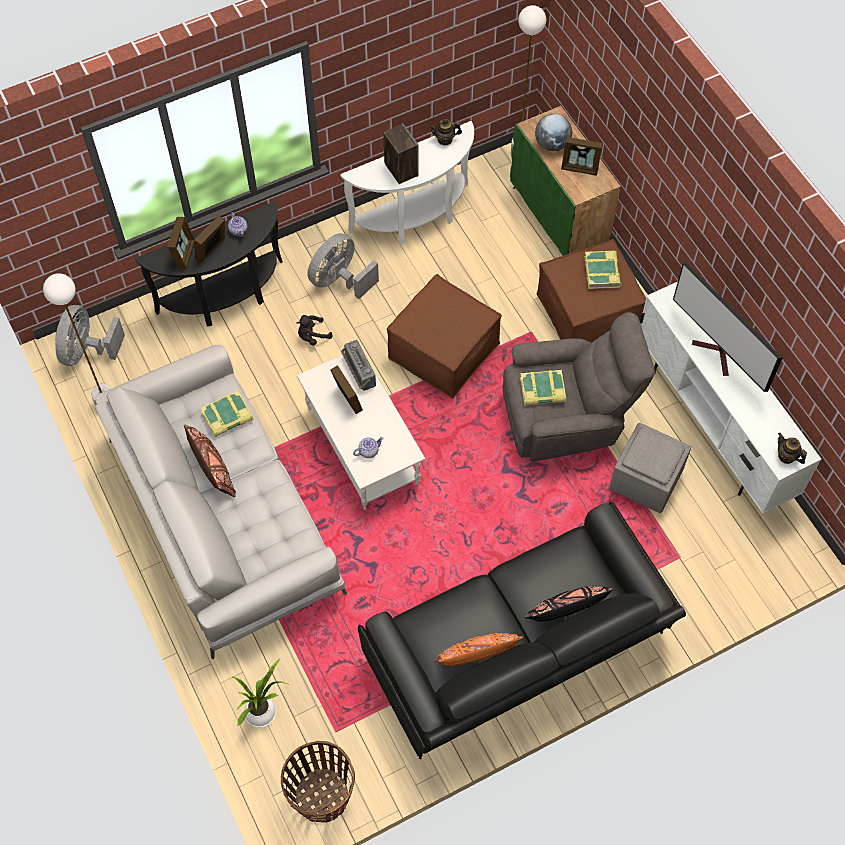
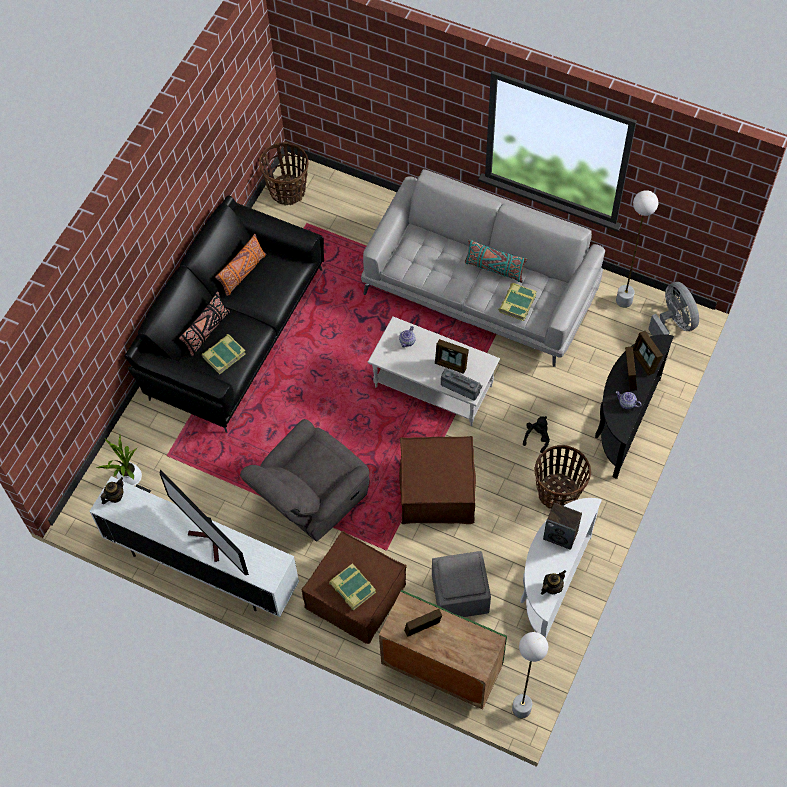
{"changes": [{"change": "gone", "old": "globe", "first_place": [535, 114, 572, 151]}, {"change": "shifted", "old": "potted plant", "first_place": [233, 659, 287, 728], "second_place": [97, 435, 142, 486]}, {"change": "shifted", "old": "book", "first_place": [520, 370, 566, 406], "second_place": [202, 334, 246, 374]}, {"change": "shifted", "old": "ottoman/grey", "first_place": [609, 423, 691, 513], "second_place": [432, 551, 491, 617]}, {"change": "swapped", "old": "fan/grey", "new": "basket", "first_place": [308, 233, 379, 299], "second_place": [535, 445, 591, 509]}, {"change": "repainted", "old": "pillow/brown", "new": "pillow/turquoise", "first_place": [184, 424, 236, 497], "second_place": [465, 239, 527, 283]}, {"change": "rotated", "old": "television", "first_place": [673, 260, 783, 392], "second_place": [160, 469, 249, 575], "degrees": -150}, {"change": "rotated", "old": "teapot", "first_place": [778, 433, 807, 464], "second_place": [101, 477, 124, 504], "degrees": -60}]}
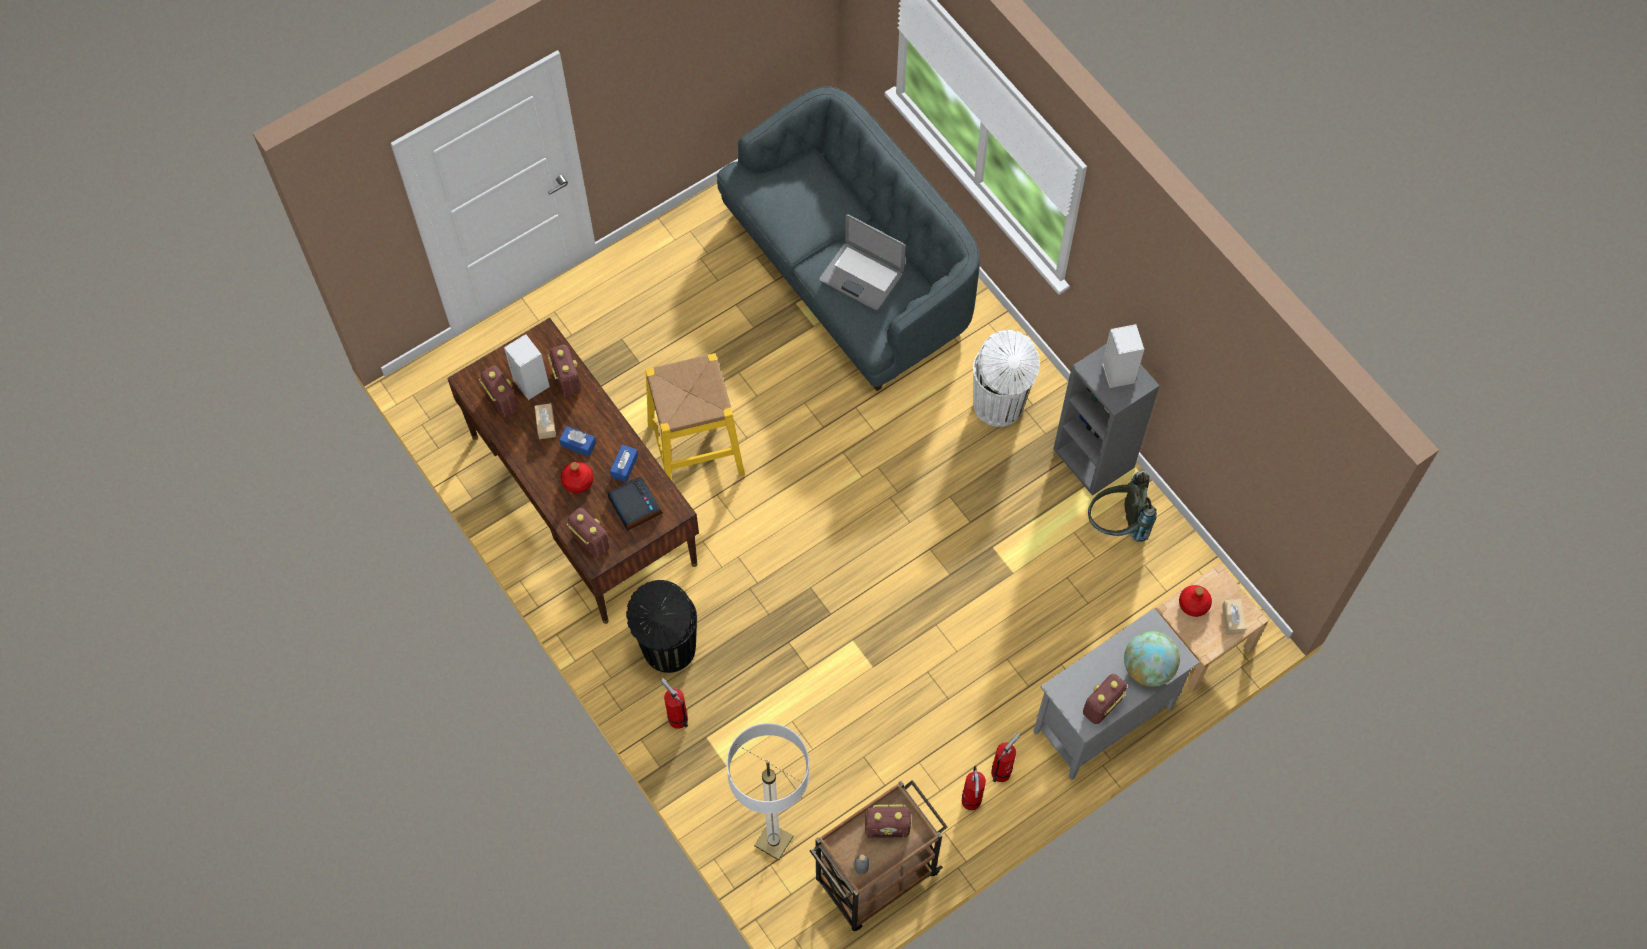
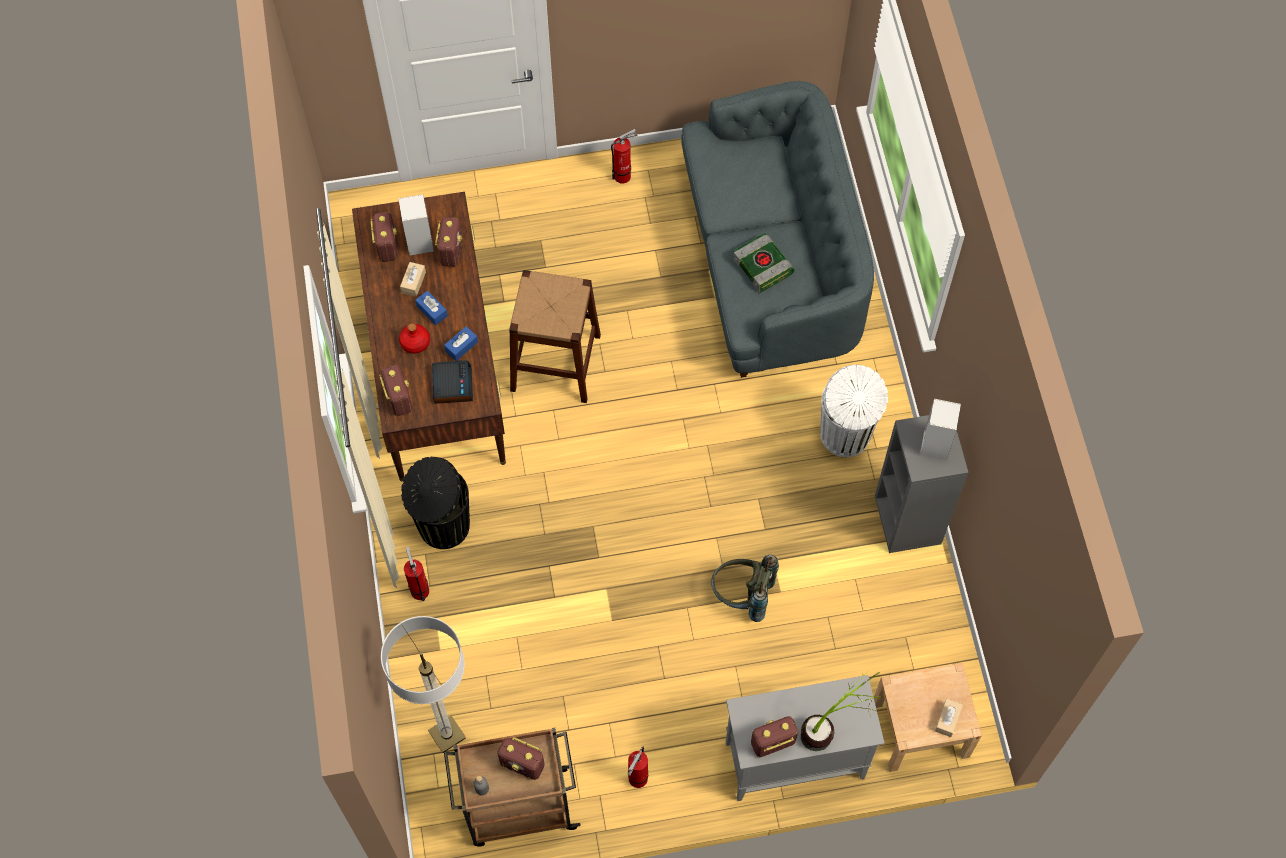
{"changes": [{"change": "gone", "old": "bottle/red", "first_place": [1179, 585, 1212, 617]}, {"change": "shifted", "old": "fire extinguisher", "first_place": [991, 733, 1020, 782], "second_place": [611, 129, 637, 184]}, {"change": "shifted", "old": "backpack/grey", "first_place": [1088, 471, 1157, 542], "second_place": [711, 555, 779, 622]}, {"change": "swapped", "old": "laptop", "new": "book", "first_place": [820, 214, 906, 310], "second_place": [733, 233, 795, 293]}, {"change": "swapped", "old": "globe", "new": "potted plant", "first_place": [1124, 631, 1180, 687], "second_place": [801, 671, 886, 751]}, {"change": "repainted", "old": "stool/yellow", "new": "stool/brown", "first_place": [645, 353, 745, 480], "second_place": [509, 270, 601, 403]}]}
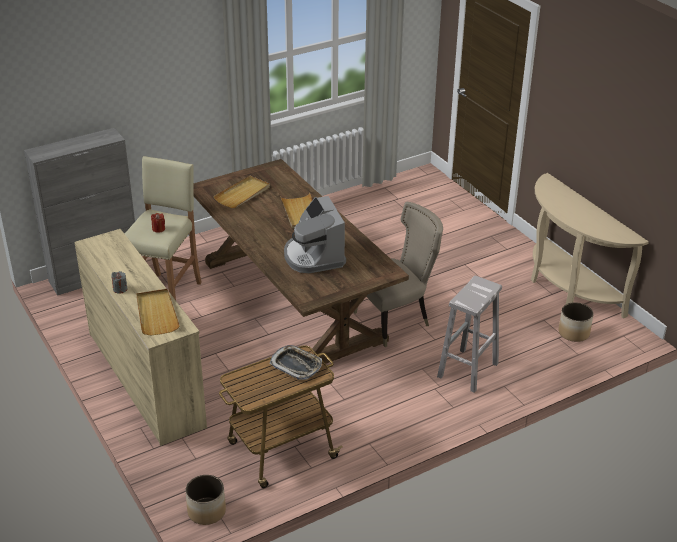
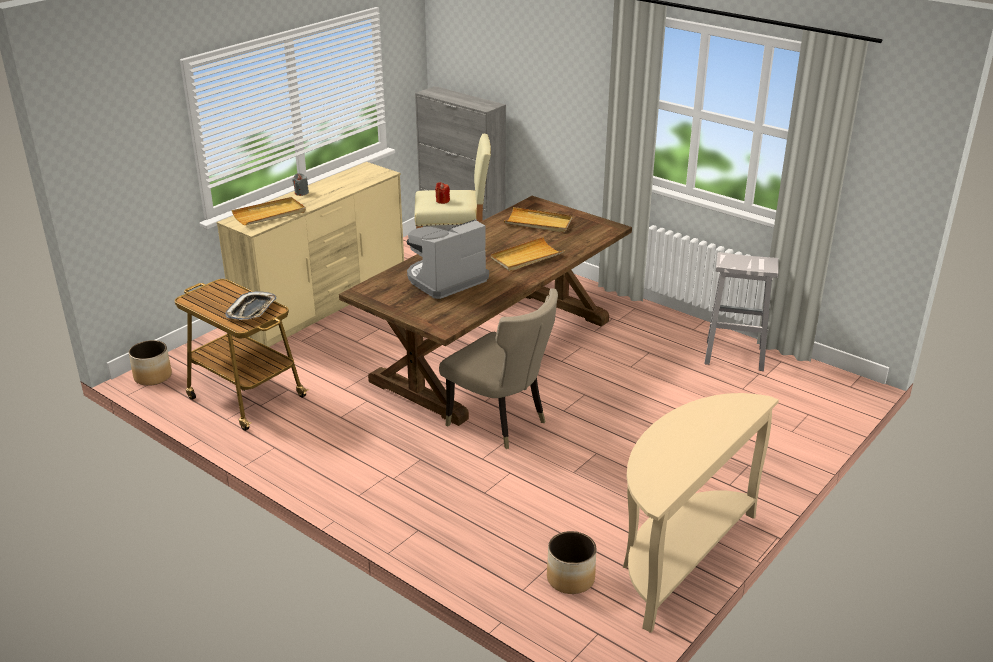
{"changes": [{"change": "shifted", "old": "stool/white", "first_place": [437, 276, 502, 393], "second_place": [704, 252, 778, 371]}]}
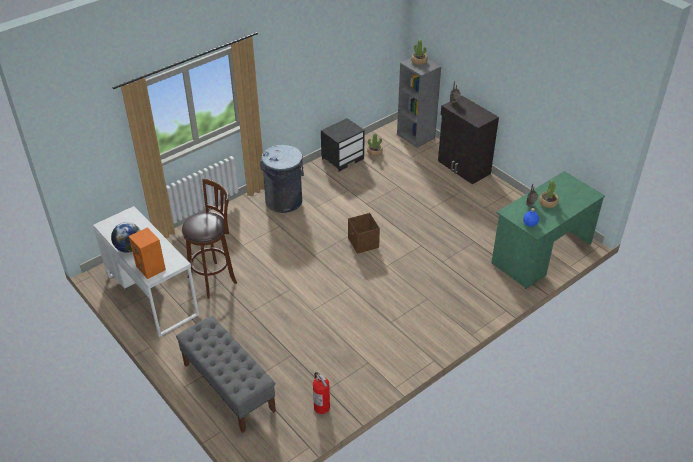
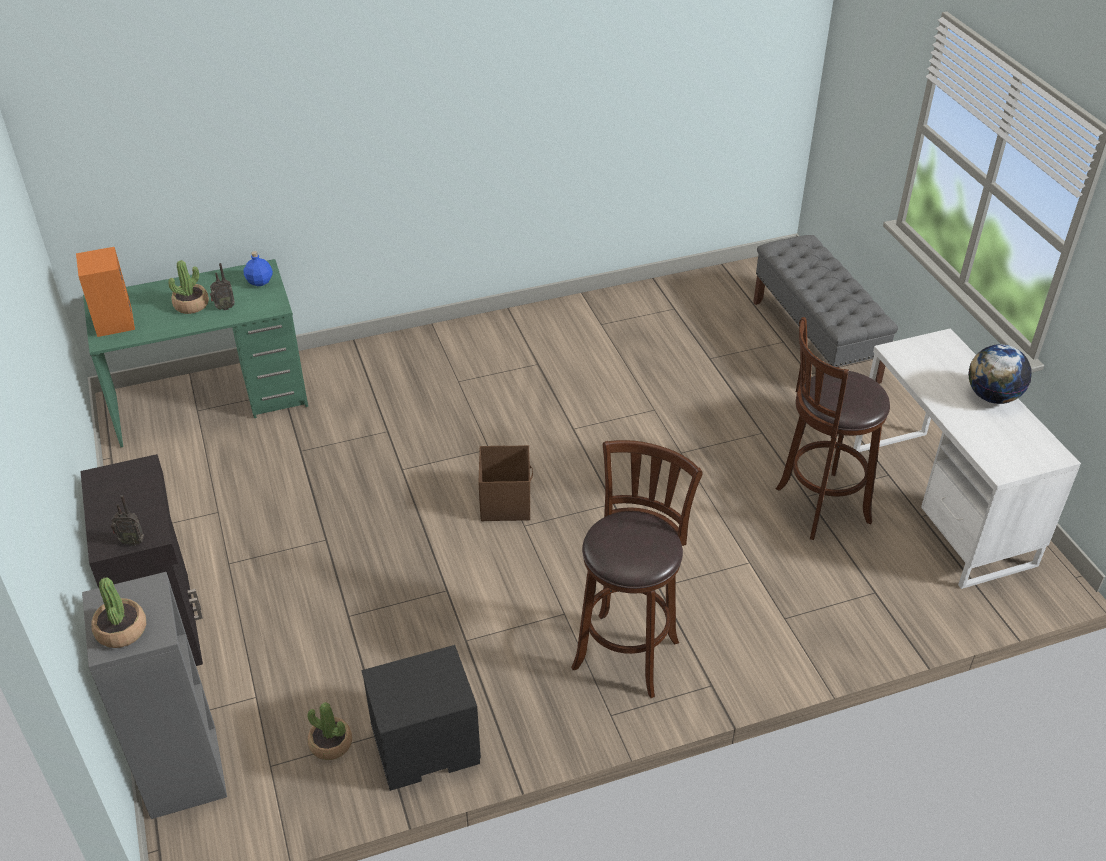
{"changes": [{"change": "gone", "old": "fire extinguisher", "first_place": [313, 372, 330, 414]}, {"change": "shifted", "old": "speaker/orange", "first_place": [129, 227, 166, 279], "second_place": [76, 247, 135, 337]}, {"change": "swapped", "old": "trash can/grey", "new": "stool/brown", "first_place": [260, 145, 304, 213], "second_place": [571, 440, 703, 698]}]}
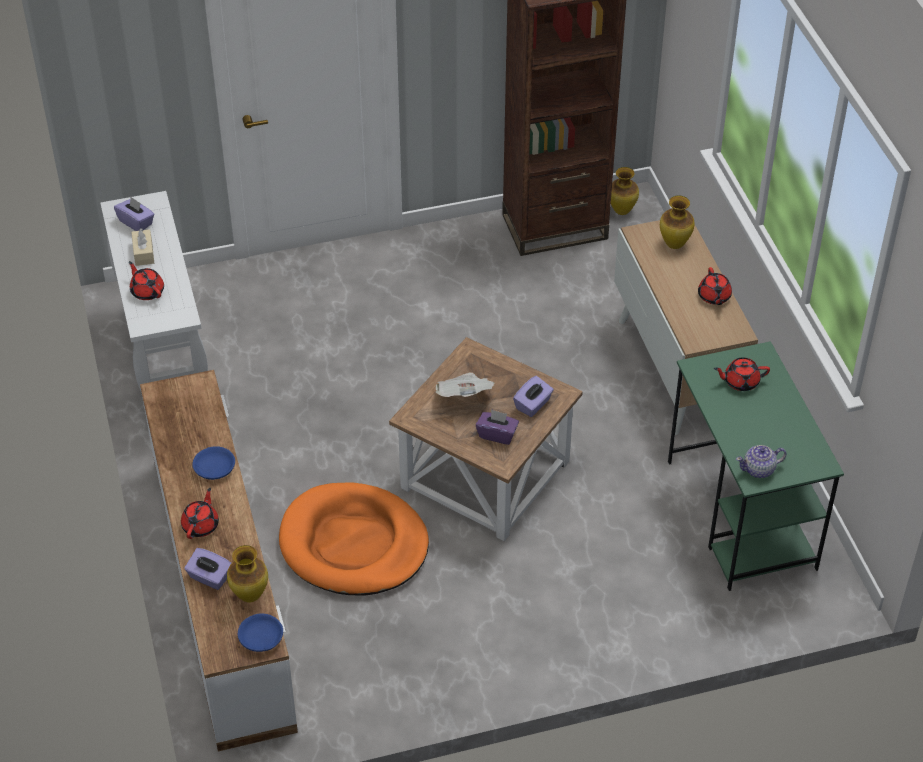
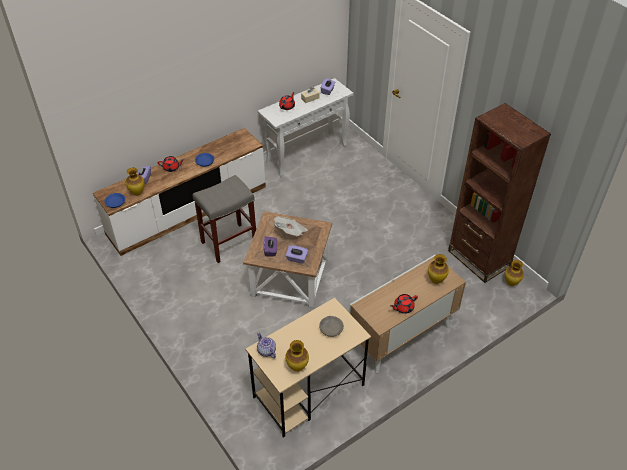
{"changes": [{"change": "new", "new": "vase", "second_place": [285, 340, 309, 372]}, {"change": "swapped", "old": "dog bed/orange", "new": "stool/grey", "first_place": [279, 482, 429, 596], "second_place": [193, 175, 256, 263]}, {"change": "swapped", "old": "teapot/red", "new": "bowl/grey", "first_place": [714, 358, 770, 391], "second_place": [319, 316, 344, 337]}, {"change": "repainted", "old": "desk/green", "new": "desk/beige", "first_place": [668, 341, 844, 591], "second_place": [245, 298, 371, 438]}]}
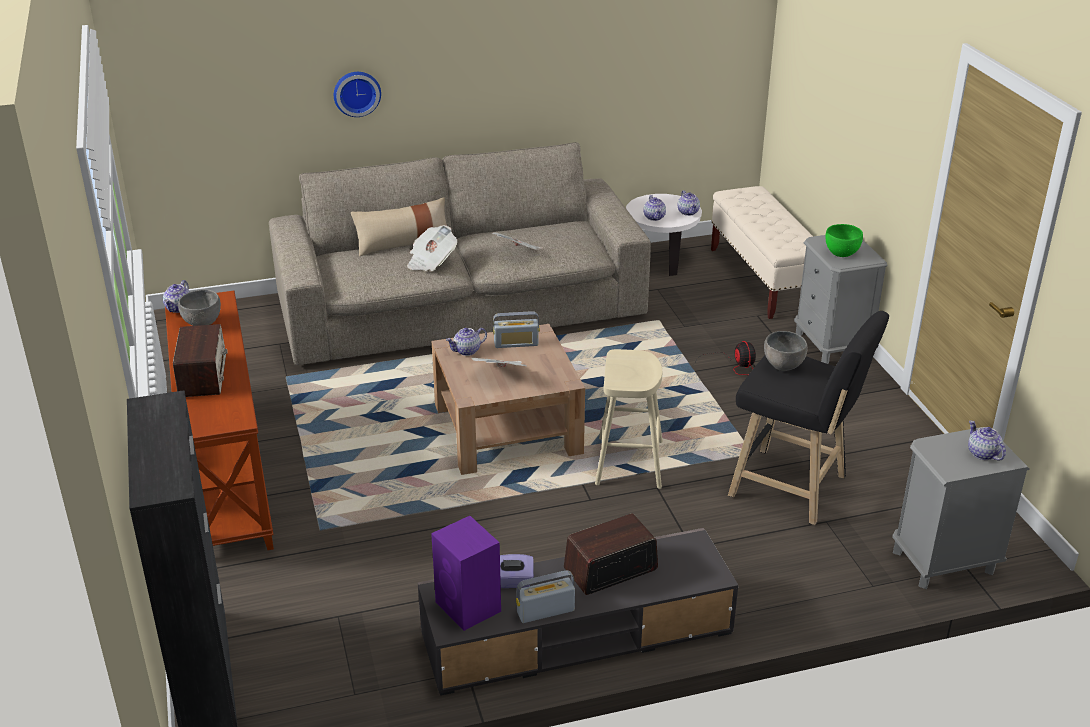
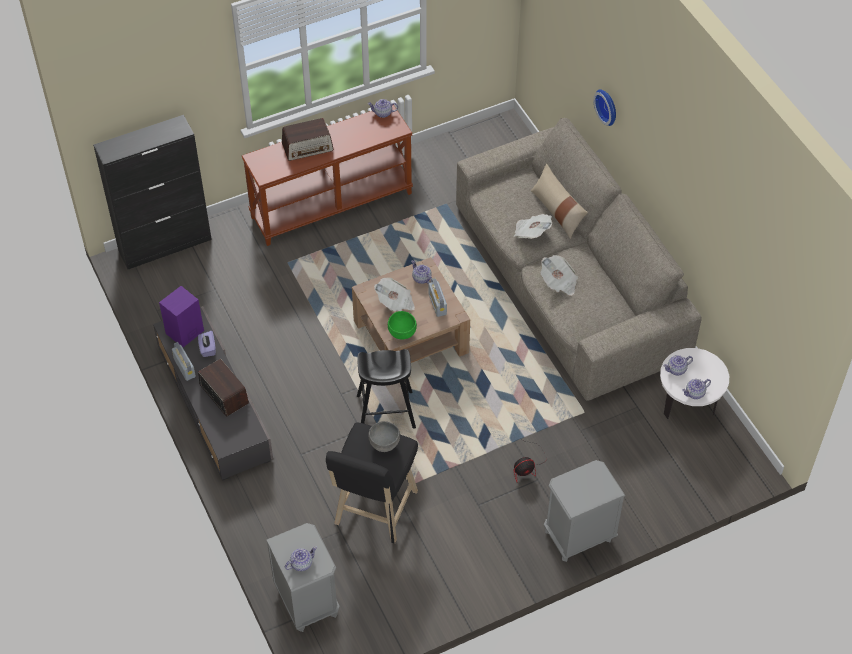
{"changes": [{"change": "gone", "old": "bowl/grey", "first_place": [178, 289, 221, 326]}, {"change": "gone", "old": "bench/beige", "first_place": [711, 186, 813, 319]}, {"change": "shifted", "old": "bowl/green", "first_place": [825, 224, 863, 257], "second_place": [388, 311, 417, 339]}, {"change": "repainted", "old": "stool/beige", "new": "stool/black", "first_place": [595, 349, 663, 489], "second_place": [357, 349, 416, 429]}]}
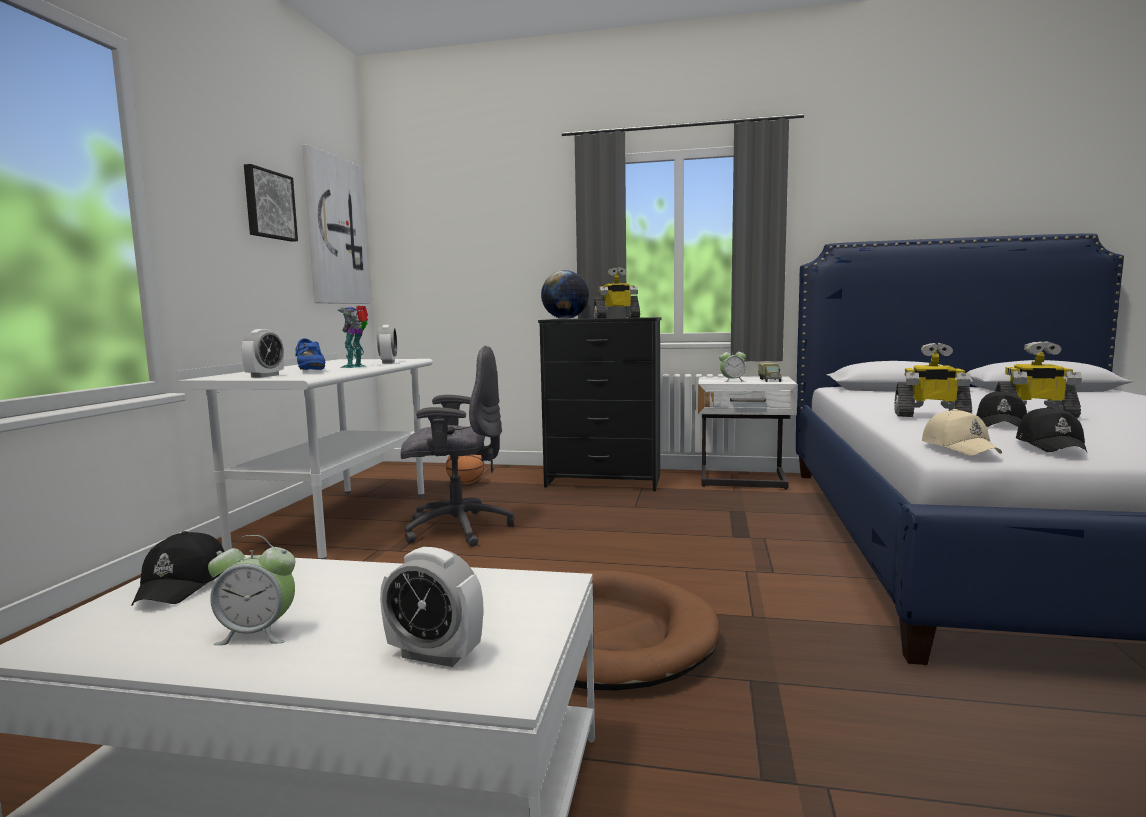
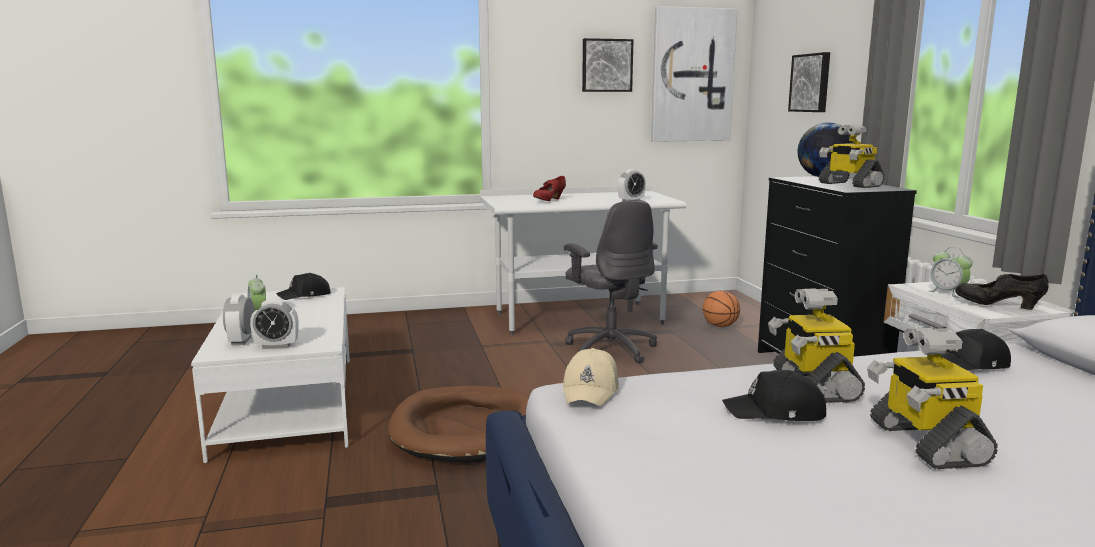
{"changes": [{"change": "gone", "old": "toy robot", "first_place": [337, 306, 368, 368]}, {"change": "new", "new": "picture", "second_place": [788, 52, 830, 112]}, {"change": "shifted", "old": "alarm clock", "first_place": [241, 329, 284, 378], "second_place": [250, 299, 299, 349]}, {"change": "shifted", "old": "cap/black", "first_place": [1016, 406, 1087, 452], "second_place": [941, 329, 1011, 370]}, {"change": "swapped", "old": "toy truck", "new": "shoe/black", "first_place": [758, 362, 782, 382], "second_place": [955, 274, 1049, 310]}, {"change": "repainted", "old": "shoe/blue", "new": "shoe/red", "first_place": [295, 338, 325, 370], "second_place": [533, 176, 566, 201]}, {"change": "rotated", "old": "cap/beige", "first_place": [922, 409, 1002, 456], "second_place": [563, 348, 619, 406], "degrees": -45}]}
